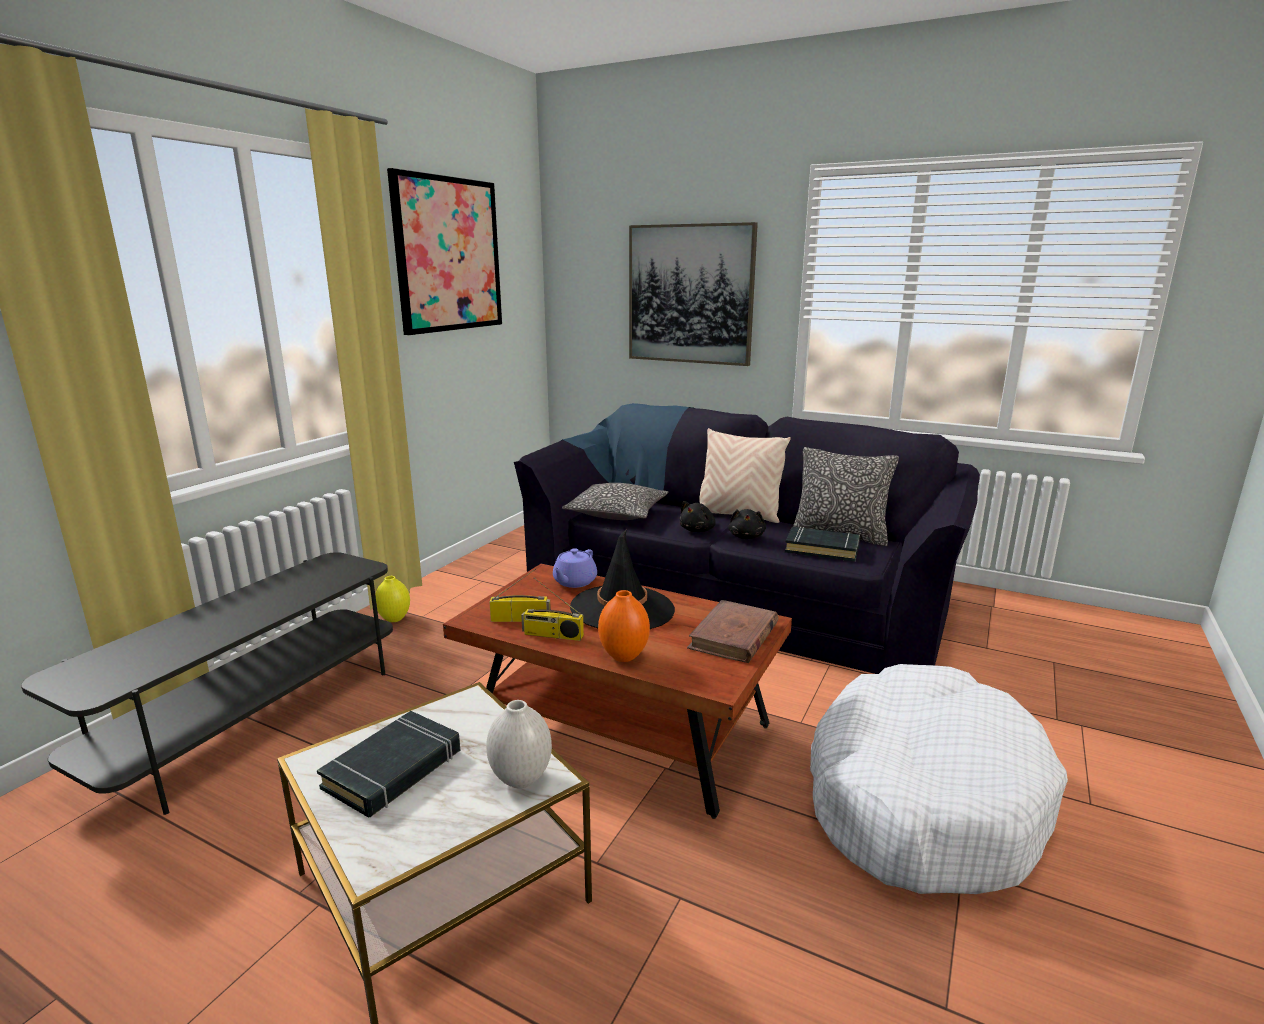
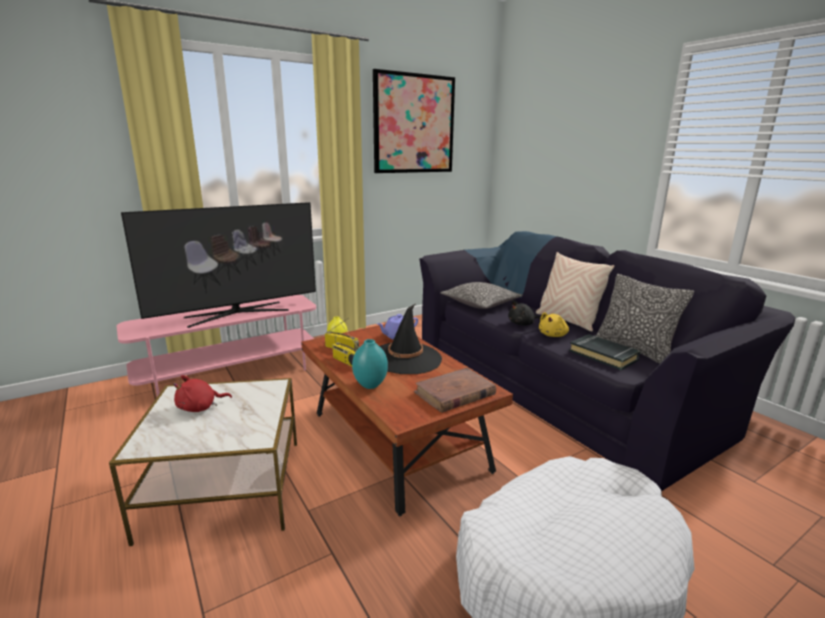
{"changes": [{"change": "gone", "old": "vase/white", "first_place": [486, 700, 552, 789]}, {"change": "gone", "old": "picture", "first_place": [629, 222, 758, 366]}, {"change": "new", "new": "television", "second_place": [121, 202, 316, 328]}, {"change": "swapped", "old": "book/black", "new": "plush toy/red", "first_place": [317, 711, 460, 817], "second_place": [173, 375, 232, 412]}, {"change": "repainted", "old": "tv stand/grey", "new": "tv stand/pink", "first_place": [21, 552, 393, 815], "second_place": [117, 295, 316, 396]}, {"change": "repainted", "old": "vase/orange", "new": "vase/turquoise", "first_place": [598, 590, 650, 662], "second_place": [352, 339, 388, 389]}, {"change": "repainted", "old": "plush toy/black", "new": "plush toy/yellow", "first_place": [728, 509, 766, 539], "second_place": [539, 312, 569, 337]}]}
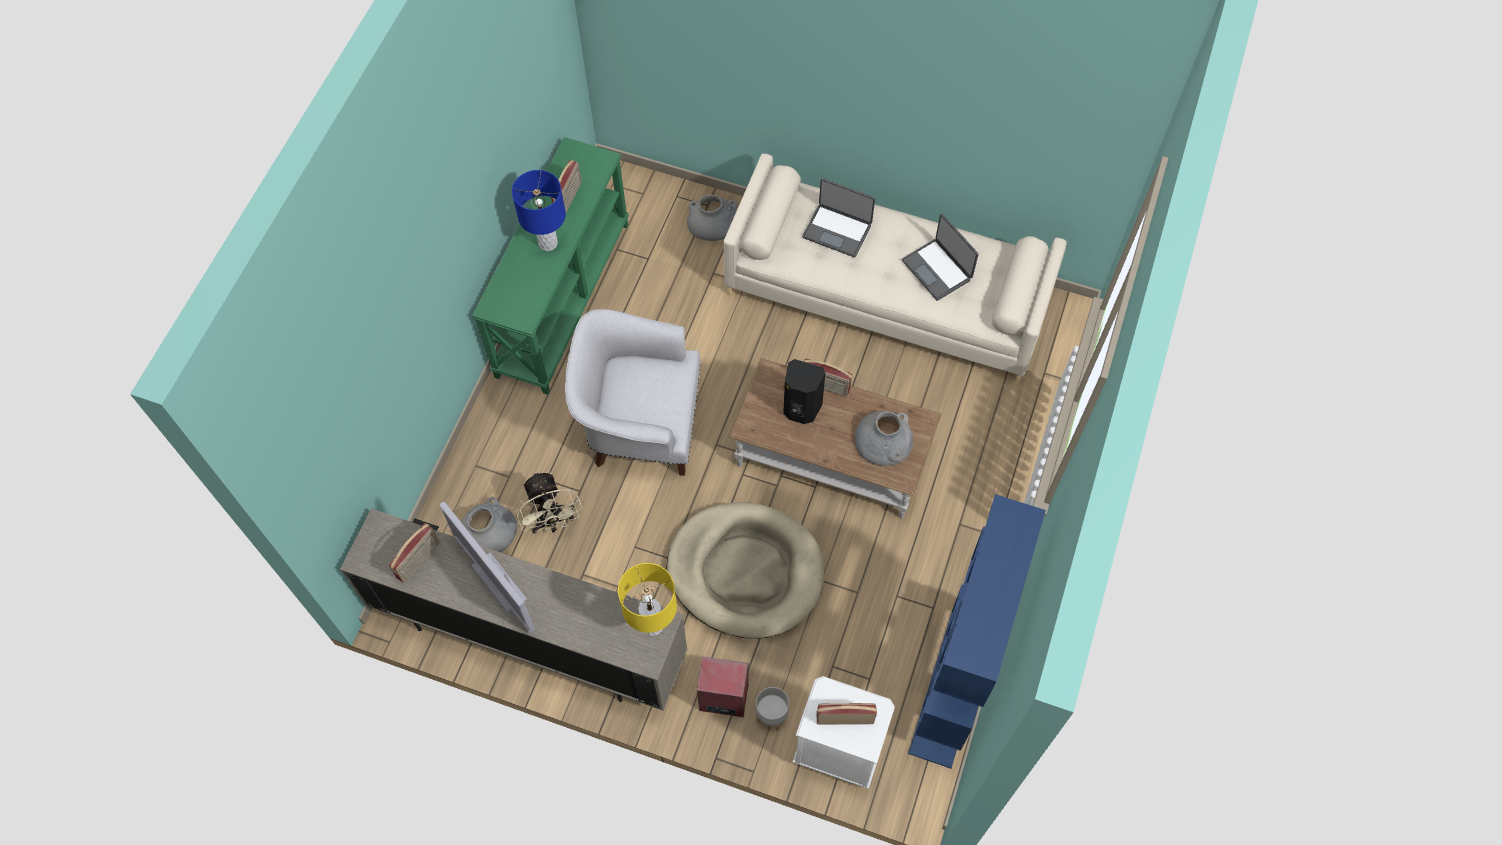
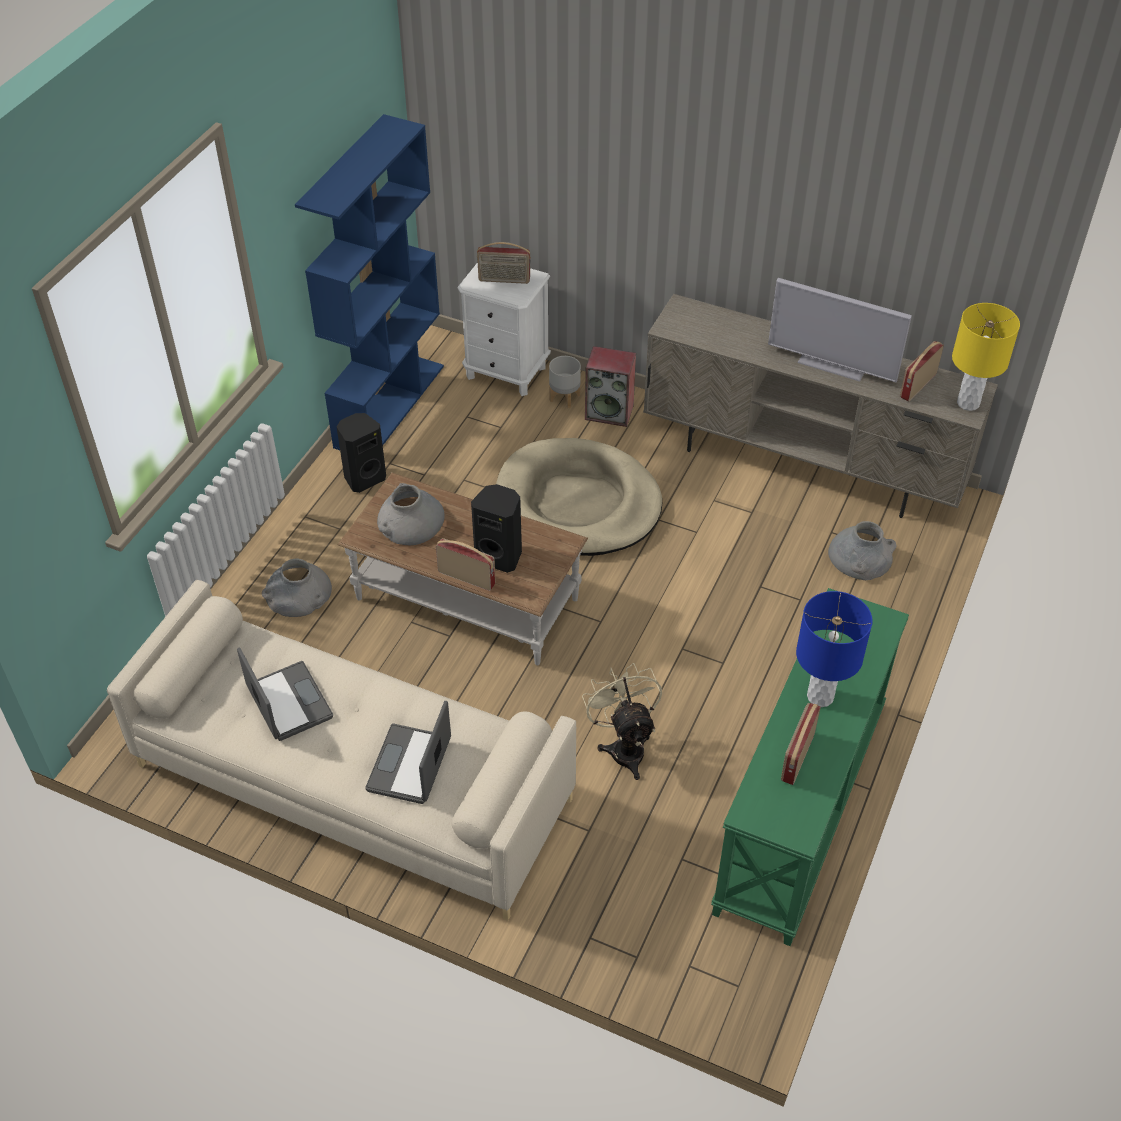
{"changes": [{"change": "gone", "old": "armchair/white", "first_place": [565, 309, 701, 476]}, {"change": "new", "new": "speaker/black", "second_place": [337, 413, 386, 493]}, {"change": "shifted", "old": "fan/beige", "first_place": [517, 471, 582, 535], "second_place": [582, 663, 662, 780]}, {"change": "shifted", "old": "table lamp/yellow", "first_place": [618, 563, 677, 636], "second_place": [952, 303, 1020, 411]}, {"change": "shifted", "old": "vase/grey", "first_place": [687, 195, 738, 241], "second_place": [262, 559, 332, 617]}, {"change": "rotated", "old": "television", "first_place": [439, 502, 535, 633], "second_place": [768, 278, 912, 382], "degrees": 150}, {"change": "rotated", "old": "laptop", "first_place": [802, 178, 875, 257], "second_place": [365, 701, 451, 804], "degrees": -105}]}
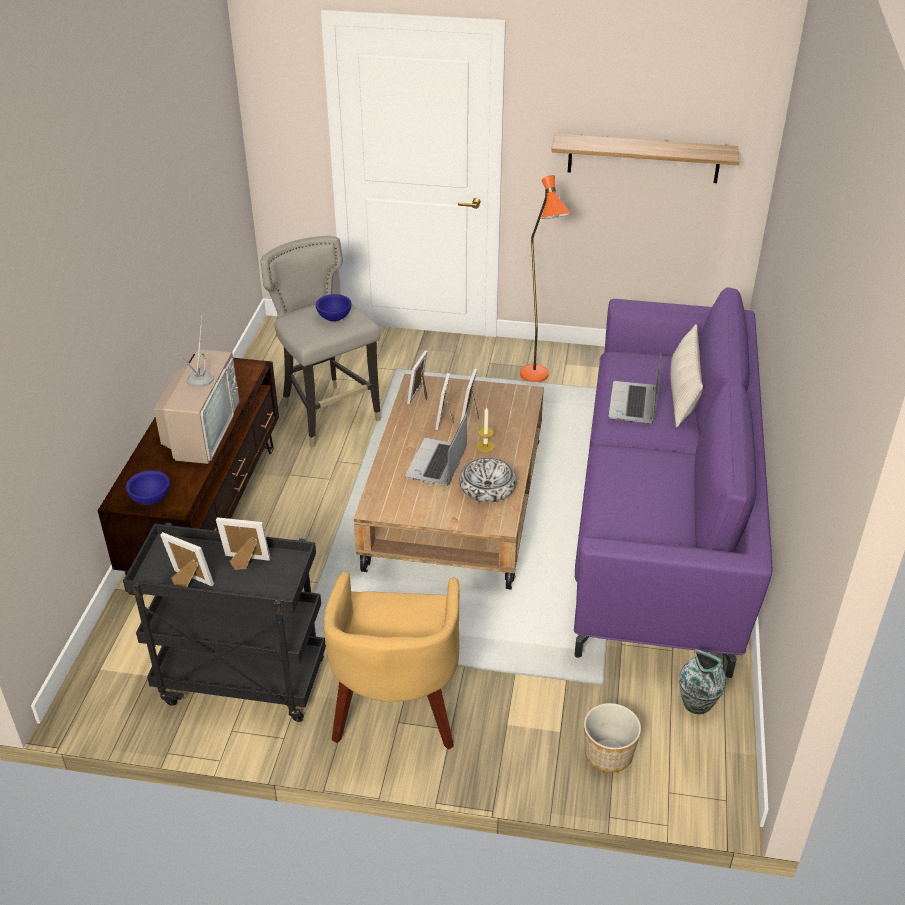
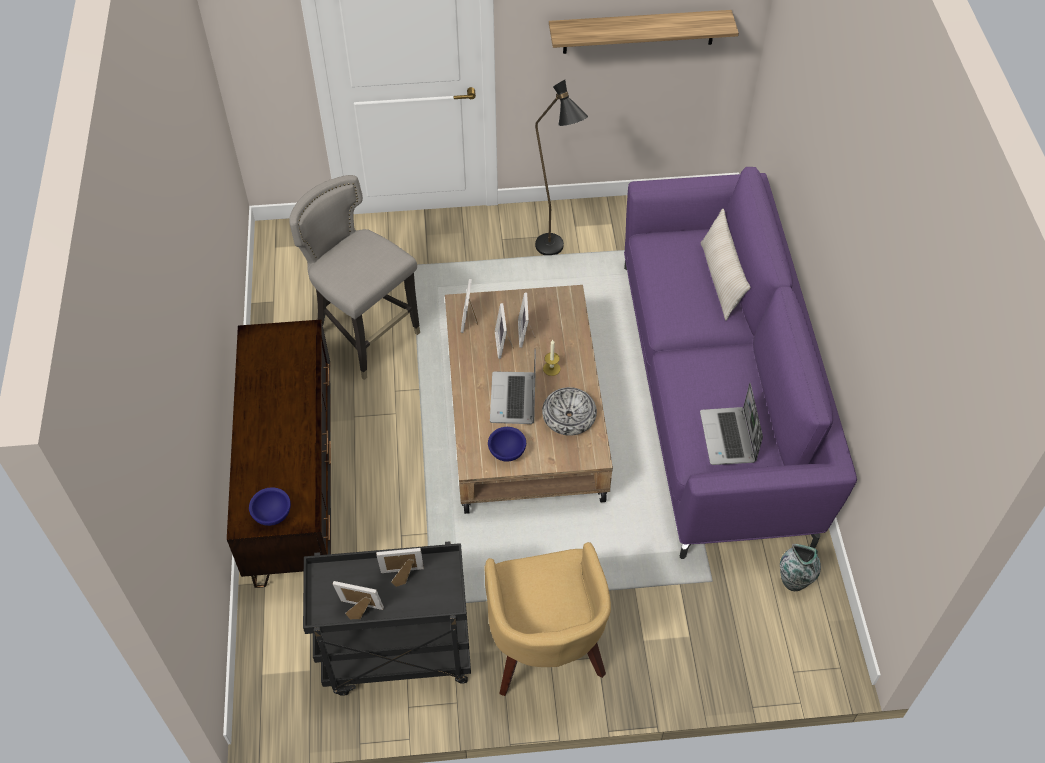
{"changes": [{"change": "gone", "old": "television", "first_place": [154, 316, 239, 464]}, {"change": "gone", "old": "planter", "first_place": [584, 703, 641, 773]}, {"change": "shifted", "old": "bowl/blue", "first_place": [316, 294, 352, 321], "second_place": [488, 427, 526, 462]}, {"change": "shifted", "old": "laptop", "first_place": [608, 352, 662, 424], "second_place": [700, 383, 763, 465]}, {"change": "repainted", "old": "floor lamp/orange", "new": "floor lamp/black", "first_place": [520, 175, 572, 382], "second_place": [535, 80, 588, 255]}]}
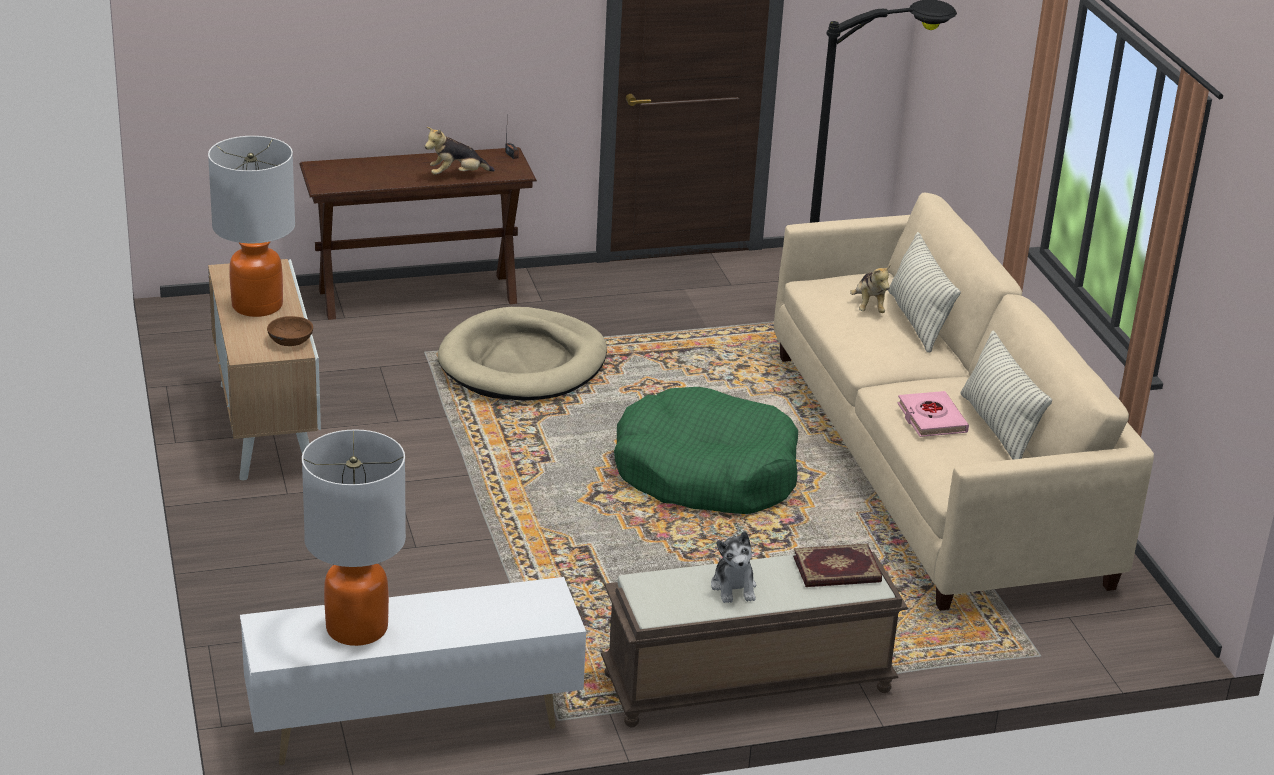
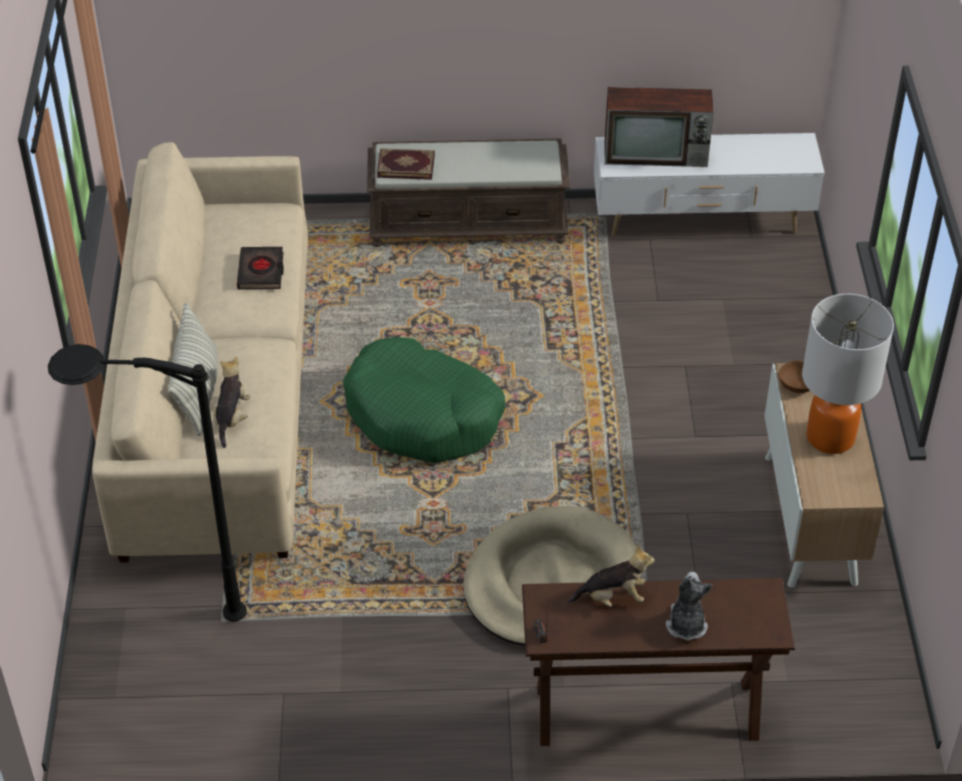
{"changes": [{"change": "gone", "old": "table lamp", "first_place": [302, 429, 406, 646]}, {"change": "gone", "old": "pillow", "first_place": [960, 331, 1052, 460]}, {"change": "new", "new": "television", "second_place": [605, 87, 713, 167]}, {"change": "shifted", "old": "plush toy", "first_place": [711, 531, 757, 603], "second_place": [666, 572, 713, 641]}, {"change": "repainted", "old": "book/pink", "new": "book/black", "first_place": [897, 391, 969, 437], "second_place": [237, 247, 284, 289]}]}
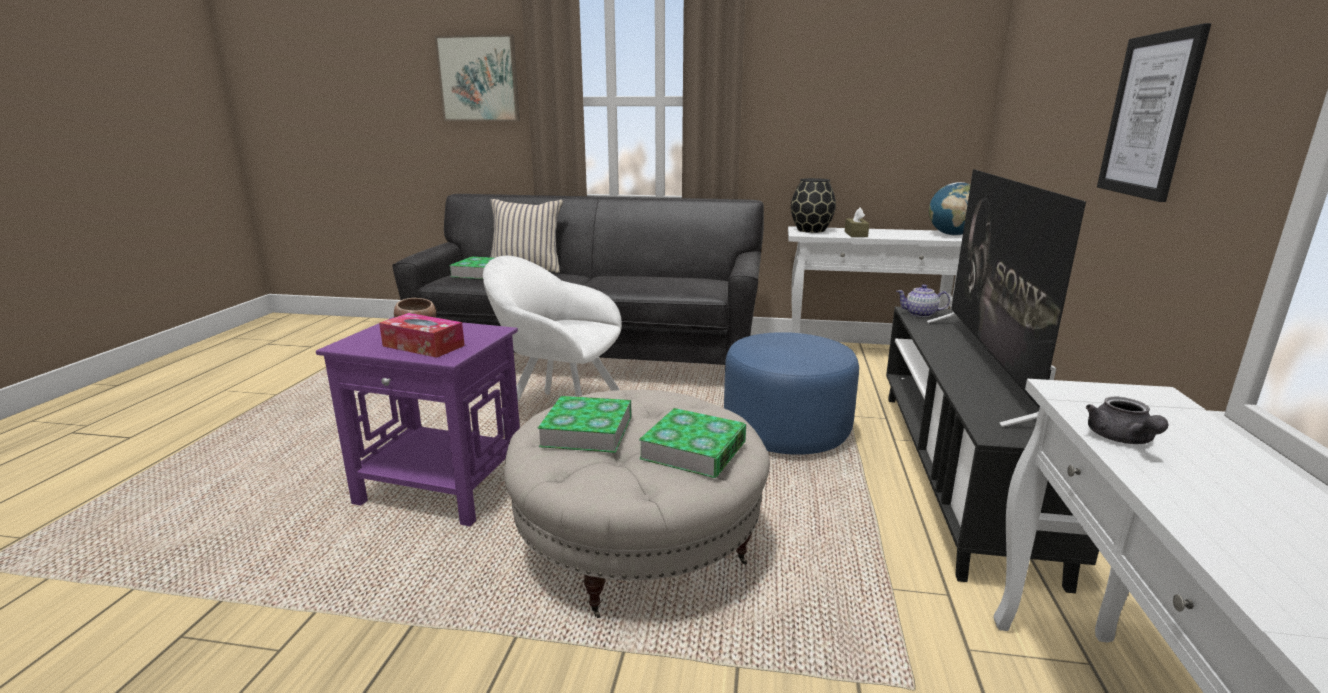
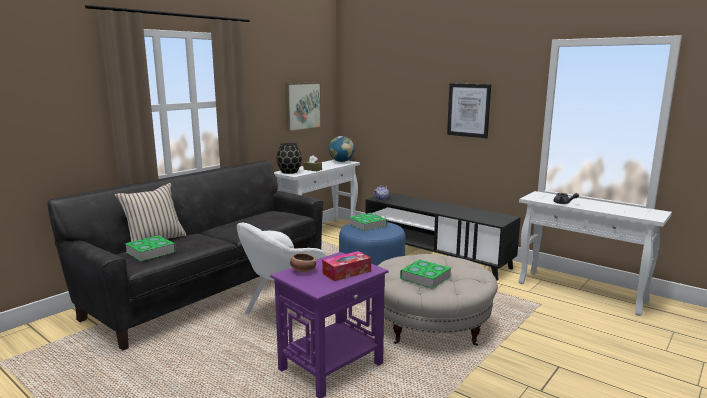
{"changes": [{"change": "gone", "old": "television", "first_place": [927, 169, 1086, 427]}, {"change": "shifted", "old": "picture", "first_place": [435, 34, 520, 121], "second_place": [285, 82, 321, 132]}, {"change": "shifted", "old": "book", "first_place": [639, 408, 746, 478], "second_place": [349, 213, 387, 231]}]}
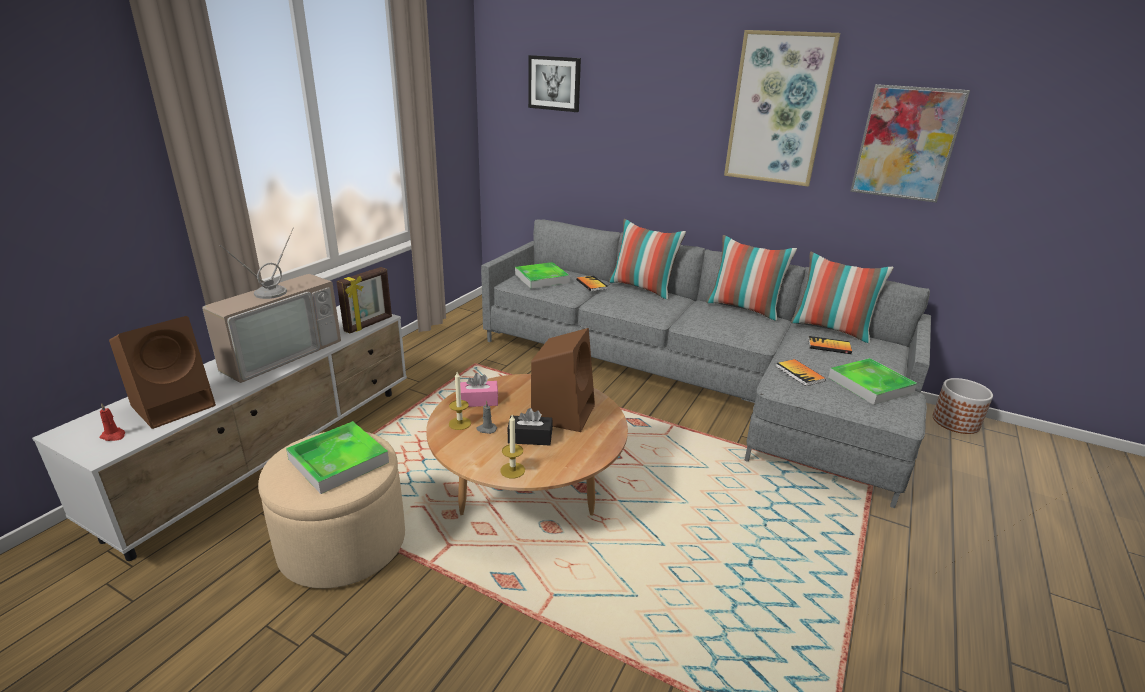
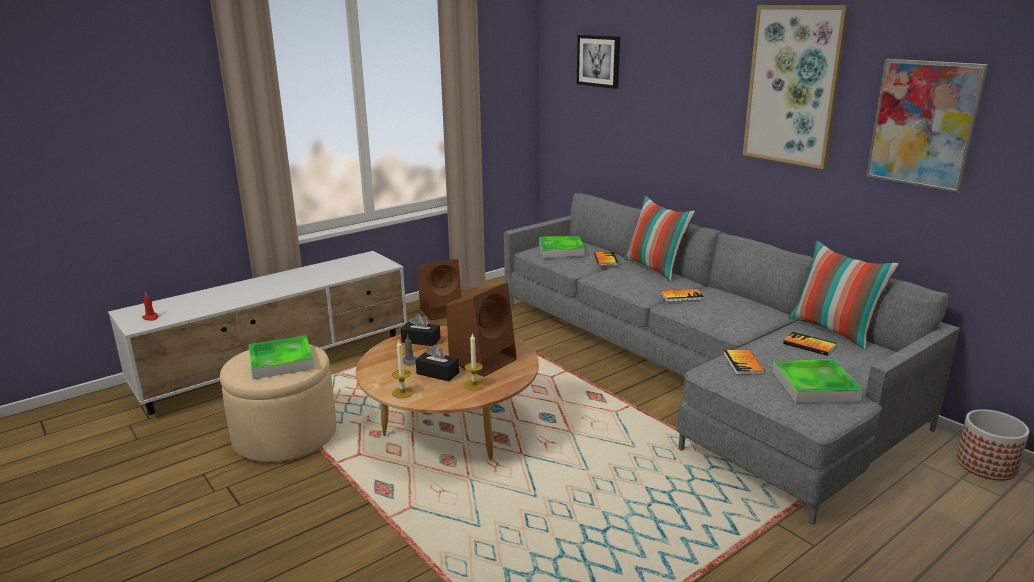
{"changes": [{"change": "gone", "old": "television", "first_place": [202, 228, 341, 383]}, {"change": "gone", "old": "picture frame", "first_place": [336, 267, 392, 334]}, {"change": "gone", "old": "pillow", "first_place": [706, 235, 797, 321]}, {"change": "new", "new": "book", "second_place": [660, 289, 704, 302]}, {"change": "shifted", "old": "speaker/brown", "first_place": [109, 316, 216, 429], "second_place": [417, 259, 462, 320]}, {"change": "shifted", "old": "candle", "first_place": [449, 372, 471, 430], "second_place": [464, 333, 485, 391]}, {"change": "repainted", "old": "tissue box/pink", "new": "tissue box/black", "first_place": [460, 373, 498, 407], "second_place": [401, 314, 441, 346]}]}
